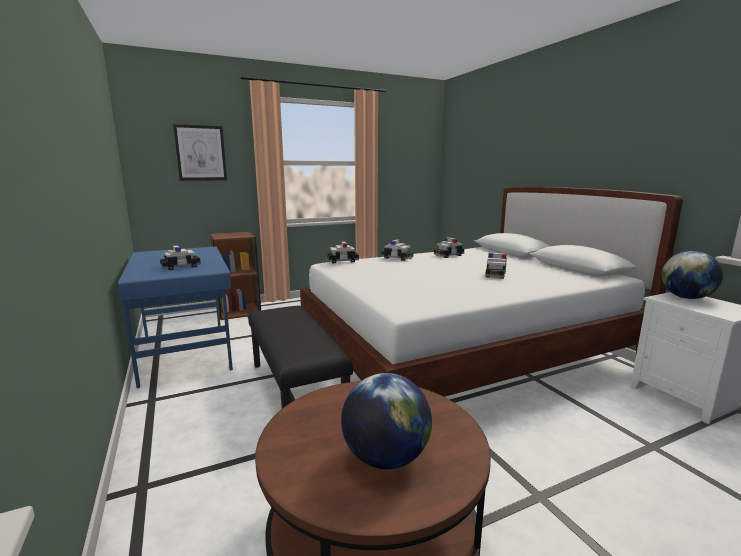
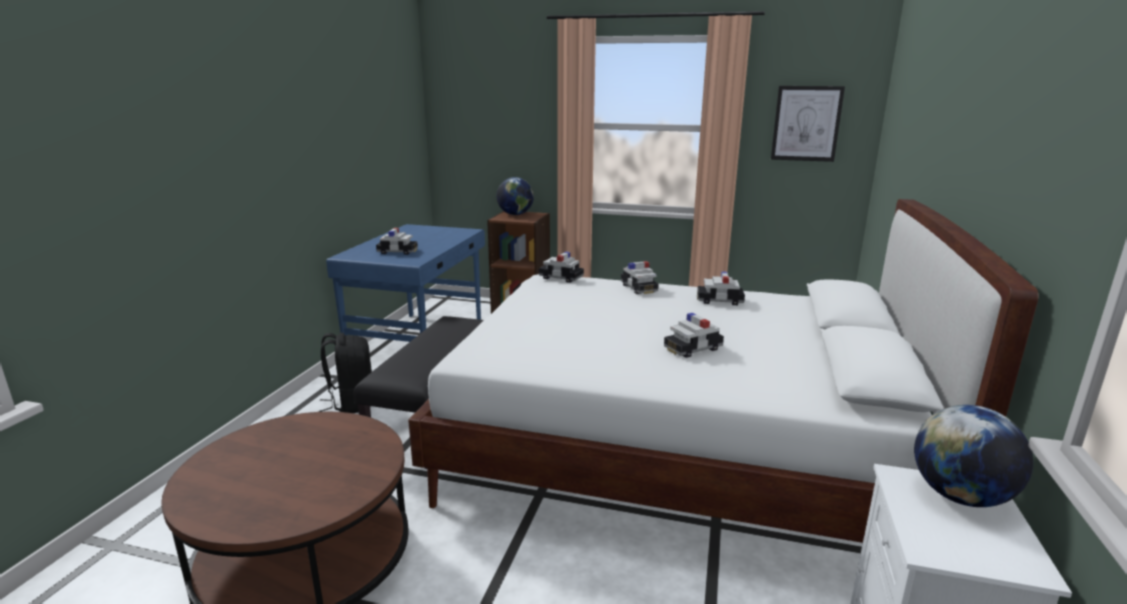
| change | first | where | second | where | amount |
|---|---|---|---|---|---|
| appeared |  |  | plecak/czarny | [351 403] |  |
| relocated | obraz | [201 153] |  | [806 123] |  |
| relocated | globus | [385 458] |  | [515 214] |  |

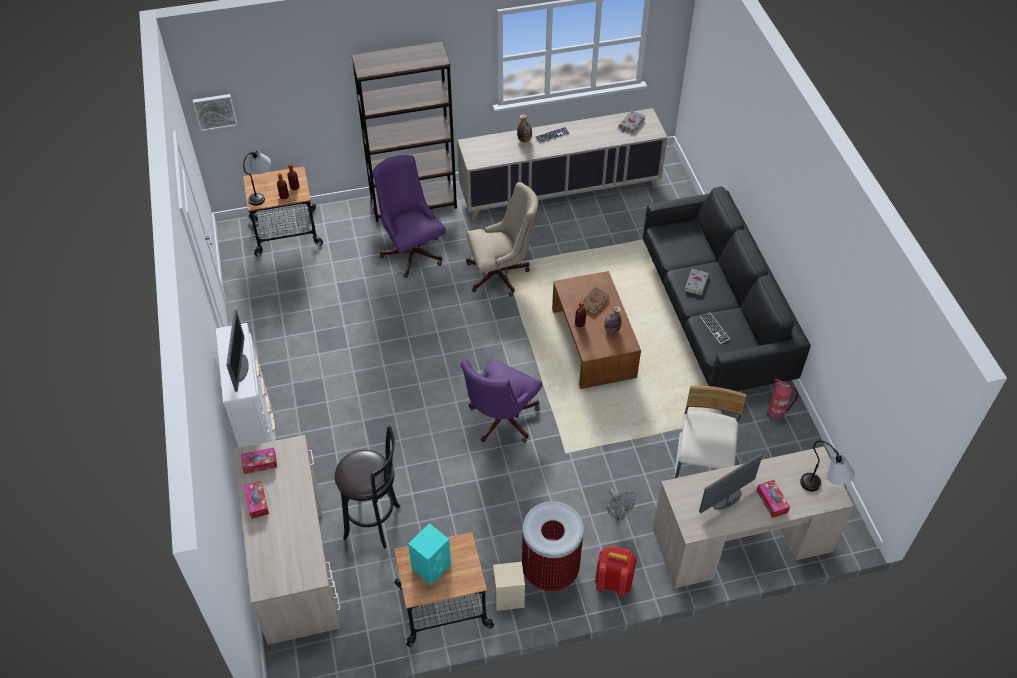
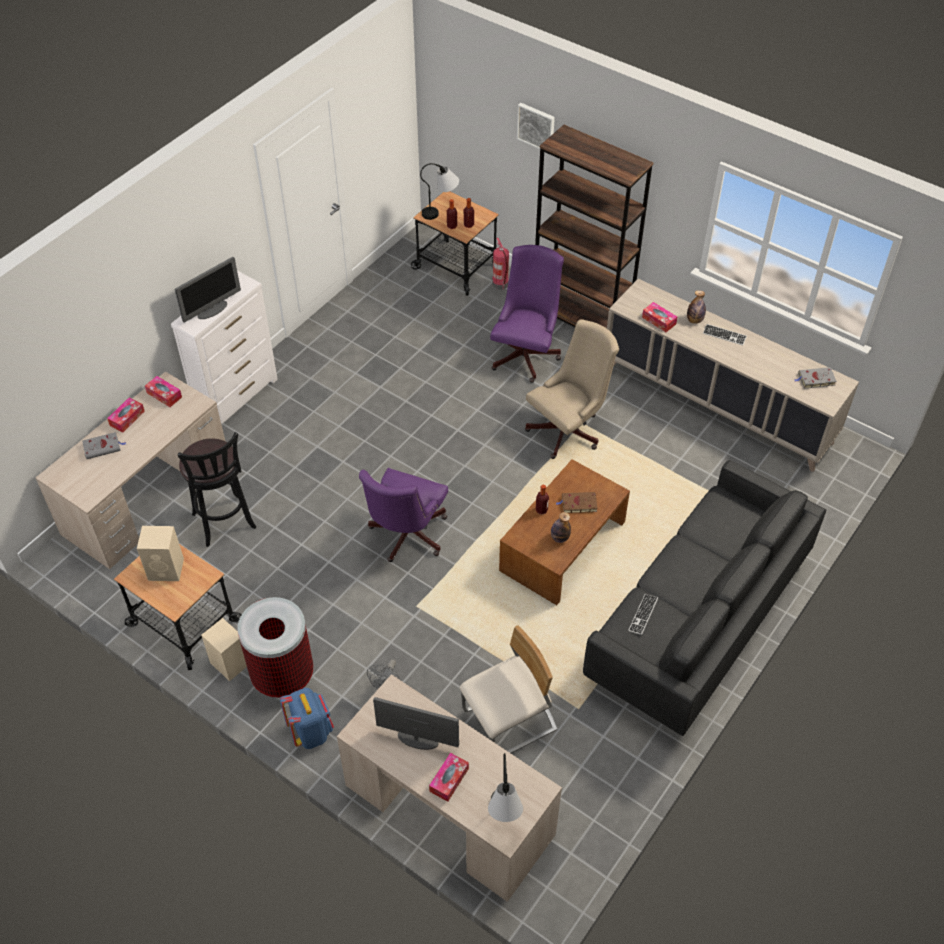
| change | first | where | second | where | amount |
|---|---|---|---|---|---|
| appeared |  |  | pudełko chusteczek | [659 320] |  |
| relocated | obraz | [215 111] |  | [536 127] |  |
| relocated | książka/szary | [696 283] |  | [103 447] |  |
| relocated | gaśnica | [776 414] |  | [501 284] |  |
| colour | głośnik/turkusowy | [432 566] | głośnik/beżowy | [167 569] |  |
| colour | plecak/czerwony | [613 582] | plecak/niebieski | [311 731] |  |
| spun | krzesło biurowe/fioletowy | [500 421] |  | [405 536] | 60 degrees counterclockwise |
| spun | krzesło biurowe/beżowy | [501 274] |  | [569 429] | 75 degrees counterclockwise |

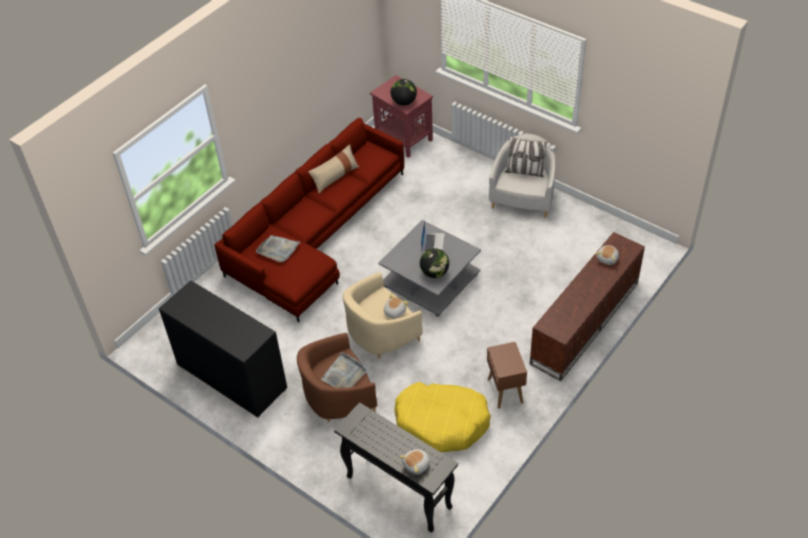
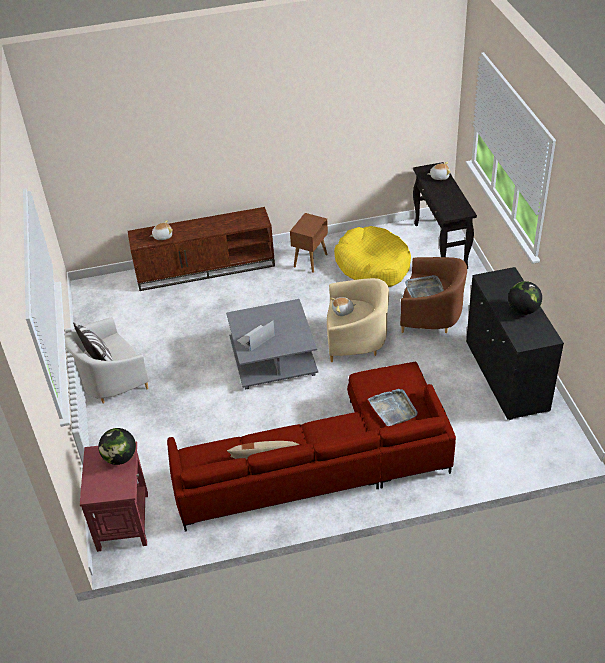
| change | first | where | second | where | amount |
|---|---|---|---|---|---|
| relocated | globus | [434 273] |  | [523 310] |  |

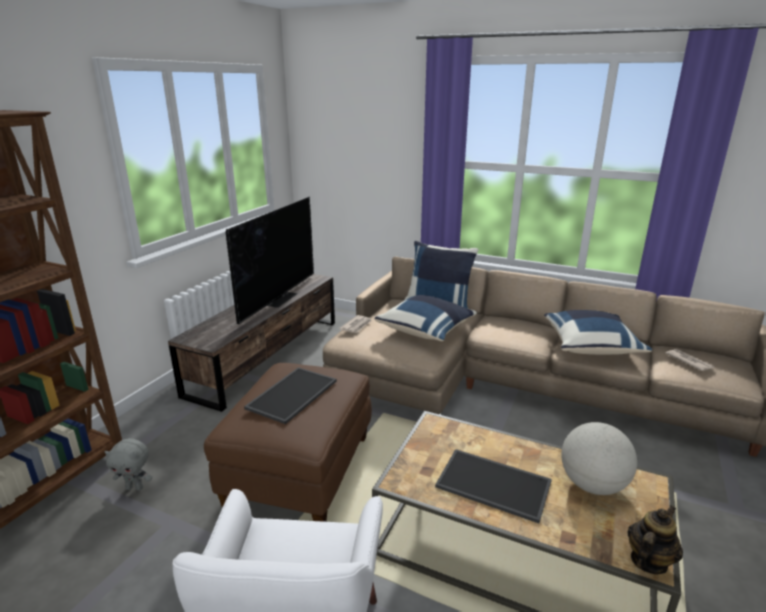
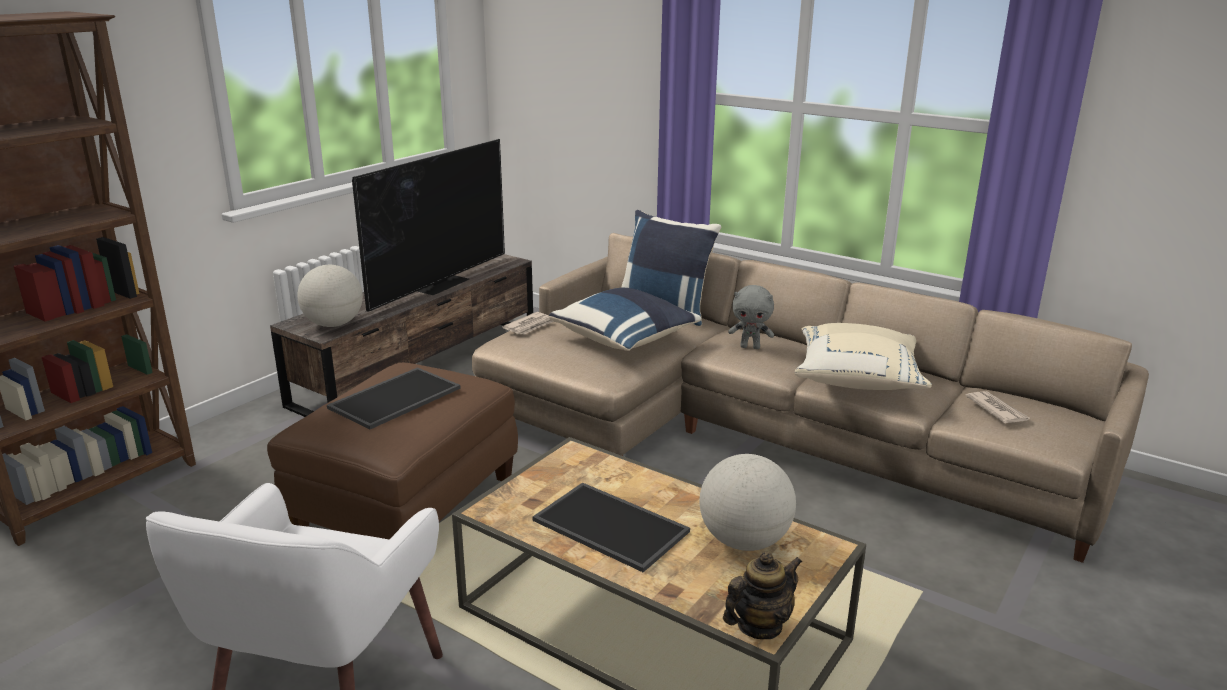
| change | first | where | second | where | amount |
|---|---|---|---|---|---|
| appeared |  |  | globus | [333 324] |  |
| relocated | pluszak/szary | [135 487] |  | [750 347] |  |
| colour | poduszka/niebieski | [590 346] | poduszka/beżowy | [857 379] |  |

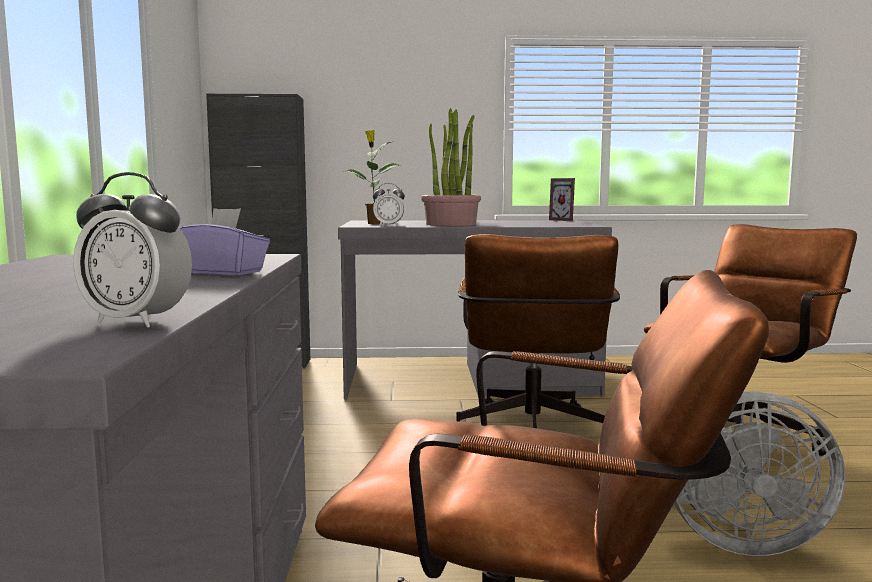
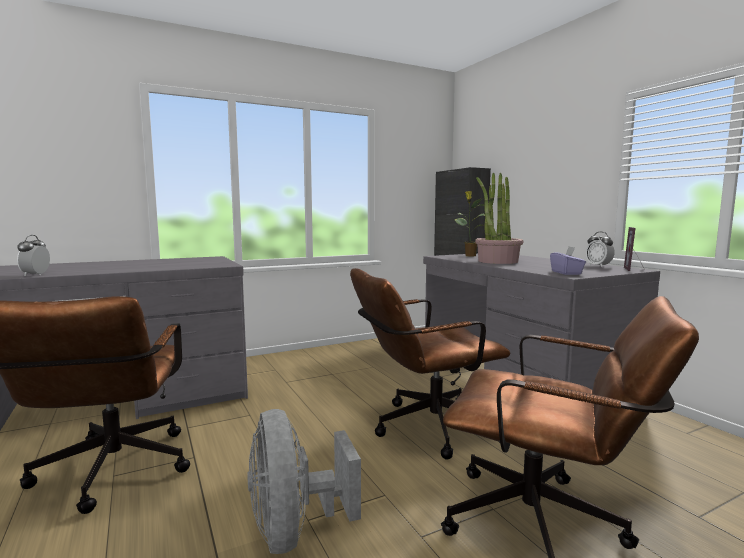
| change | first | where | second | where | amount |
|---|---|---|---|---|---|
| relocated | pudełko chusteczek/fioletowy | [224 272] |  | [566 273] |  |
| relocated | budzik | [388 226] |  | [598 266] |  |

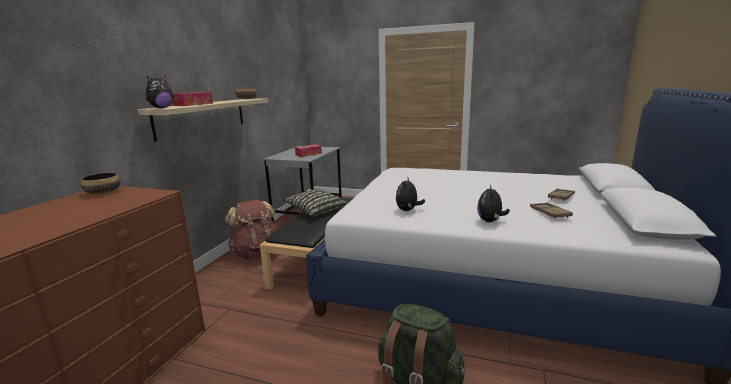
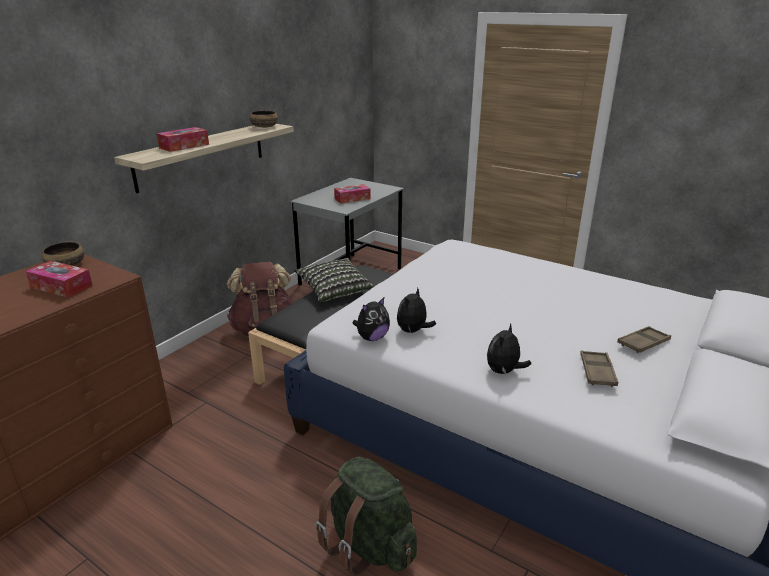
| change | first | where | second | where | amount |
|---|---|---|---|---|---|
| appeared |  |  | pudełko chusteczek | [61 286] |  |
| relocated | pluszak | [161 108] |  | [372 338] |  |

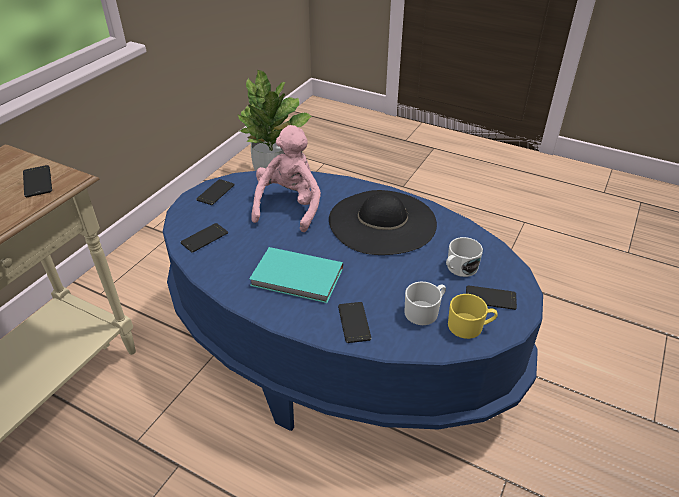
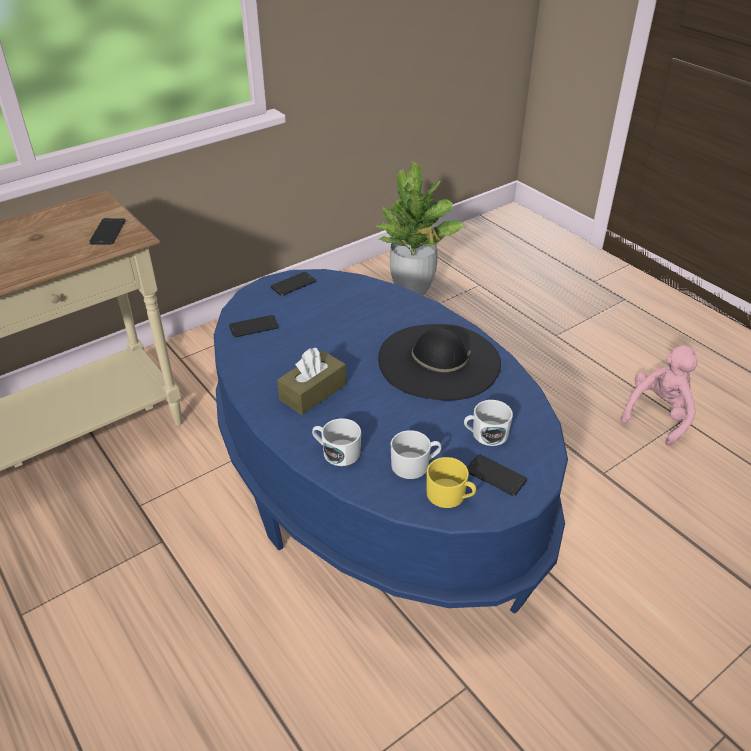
| change | first | where | second | where | amount |
|---|---|---|---|---|---|
| relocated | pluszak/różowy | [289 206] |  | [658 415] |  |
| exchanged | książka/turkusowy | [297 278] | pudełko chusteczek/brązowy | [313 392] |  |
| exchanged | telefon | [354 322] | kubek/biały | [337 452] |  |

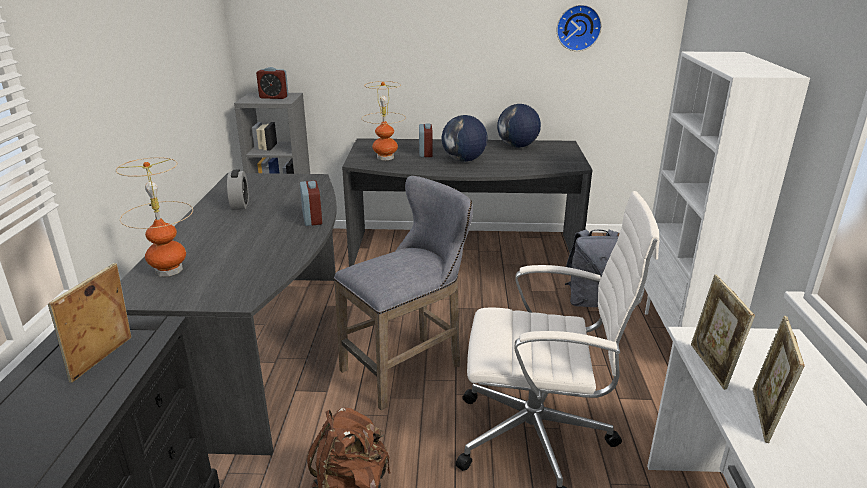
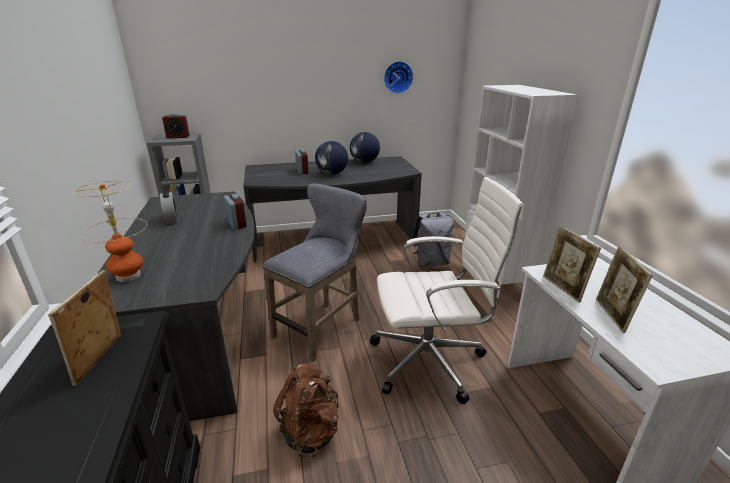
| change | first | where | second | where | amount |
|---|---|---|---|---|---|
| missing | lampa stołowa | [385 157] |  |  |  |

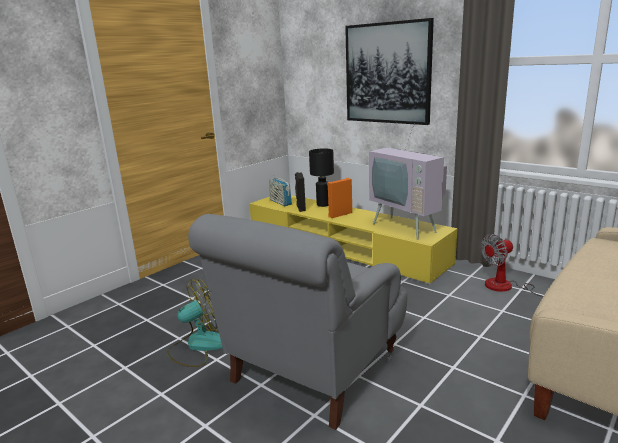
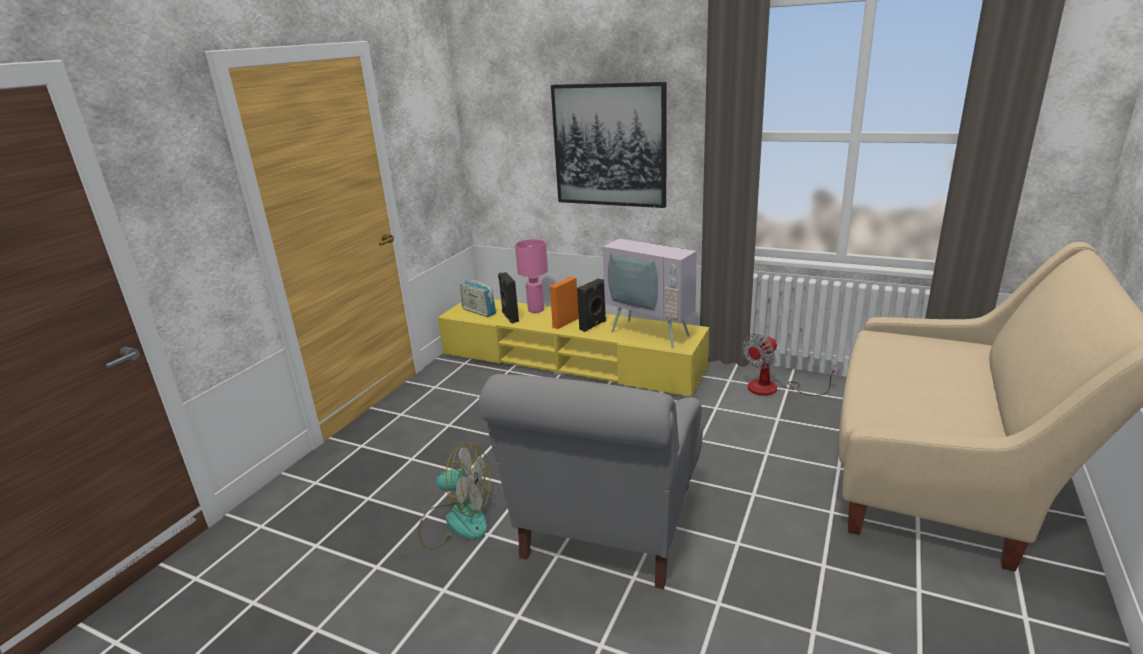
| change | first | where | second | where | amount |
|---|---|---|---|---|---|
| appeared |  |  | głośnik/czarny | [593 325] |  |
| colour | lampa stołowa/czarny | [323 204] | lampa stołowa/różowy | [536 309] |  |
| spun | wentylator | [198 346] |  | [456 521] | 60 degrees clockwise |

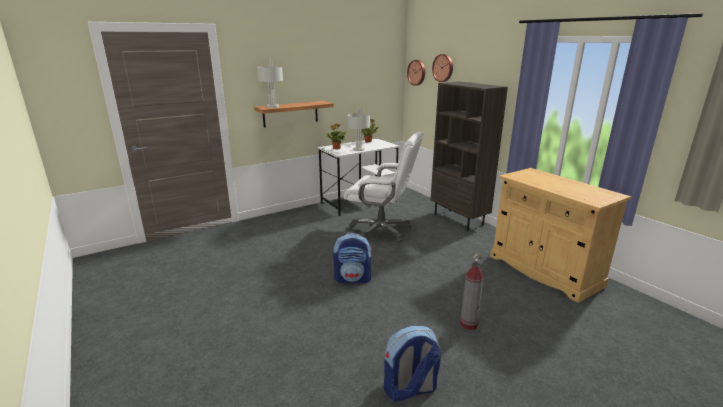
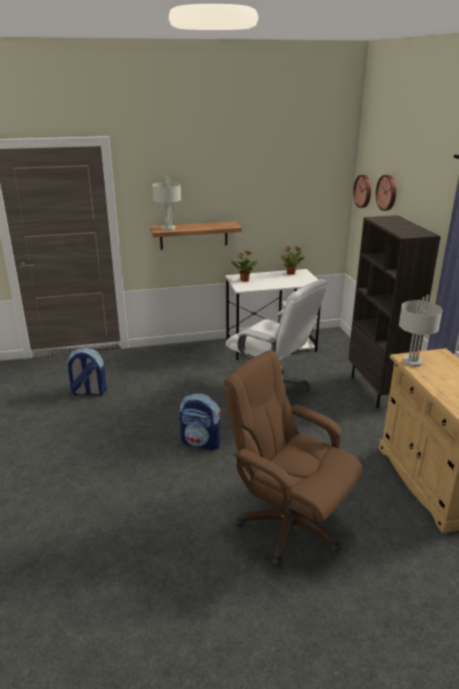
| change | first | where | second | where | amount |
|---|---|---|---|---|---|
| relocated | lampa stołowa/szary | [358 149] |  | [412 362] |  |
| relocated | plecak | [410 390] |  | [88 392] |  |
| exchanged | gaśnica | [468 324] | krzesło biurowe/brązowy | [288 525] |  |

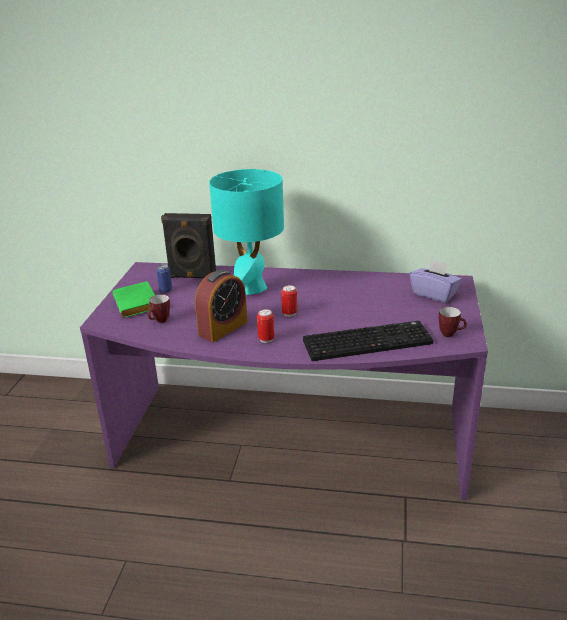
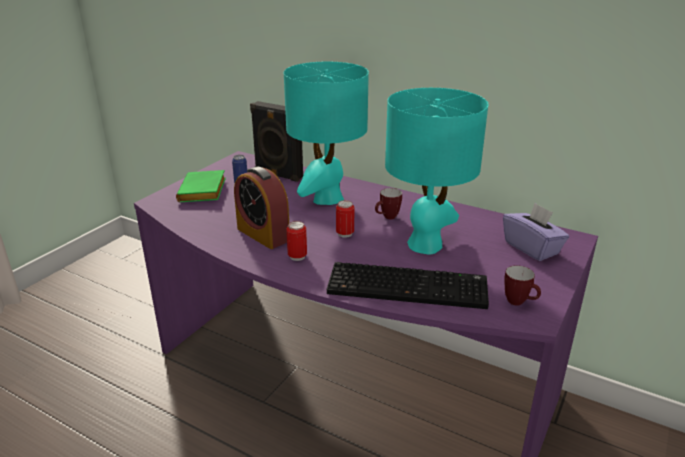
| change | first | where | second | where | amount |
|---|---|---|---|---|---|
| appeared |  |  | lampa stołowa/turkusowy | [426 244] |  |
| relocated | kubek | [160 321] |  | [387 218] |  |
| spun | budzik | [223 328] |  | [263 234] | 75 degrees clockwise |

